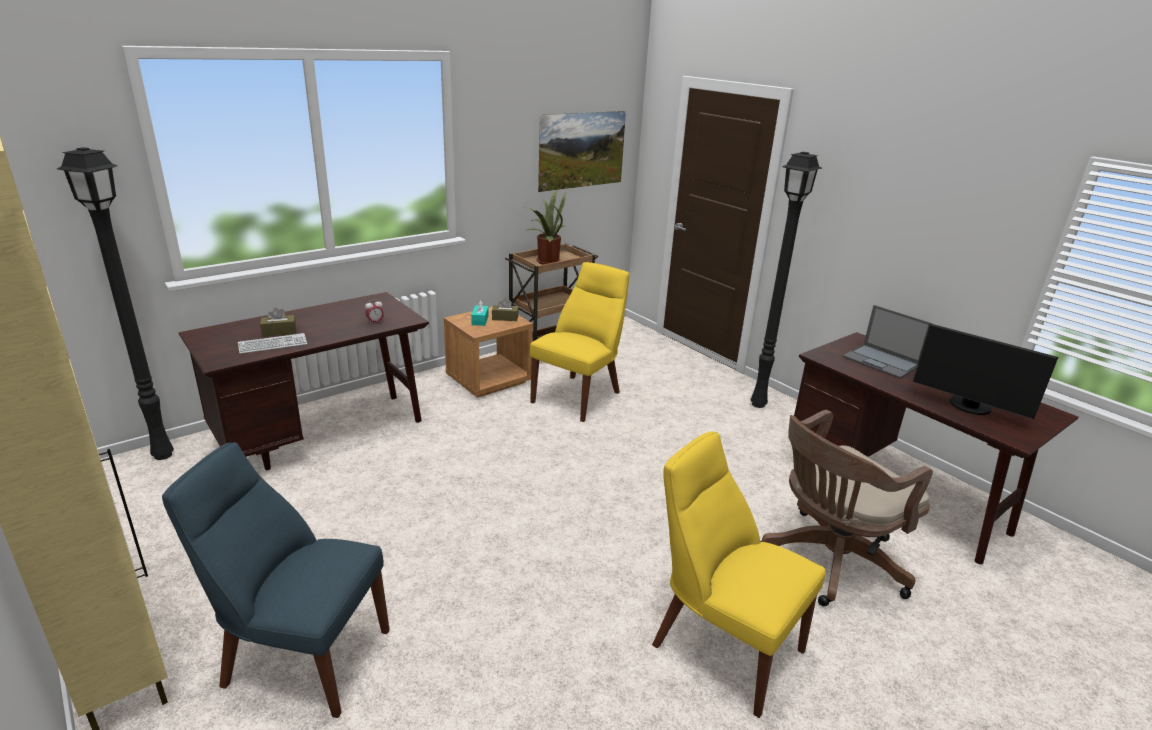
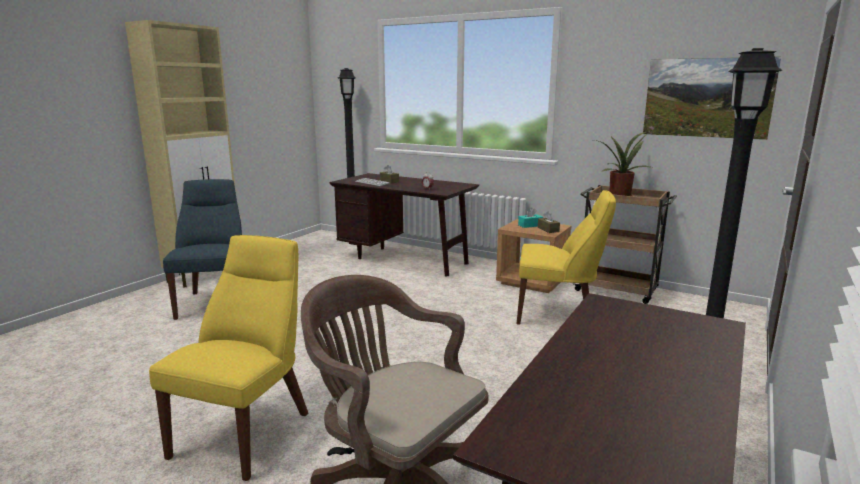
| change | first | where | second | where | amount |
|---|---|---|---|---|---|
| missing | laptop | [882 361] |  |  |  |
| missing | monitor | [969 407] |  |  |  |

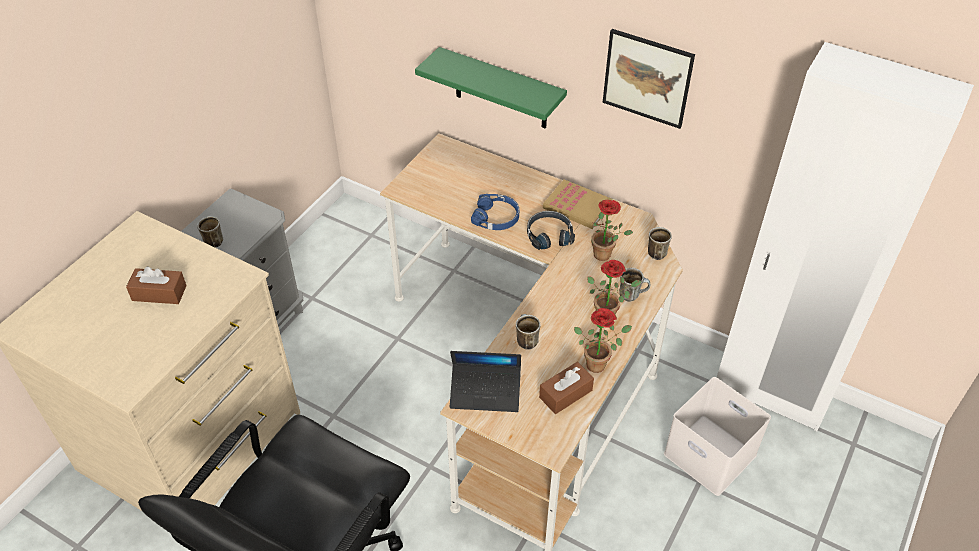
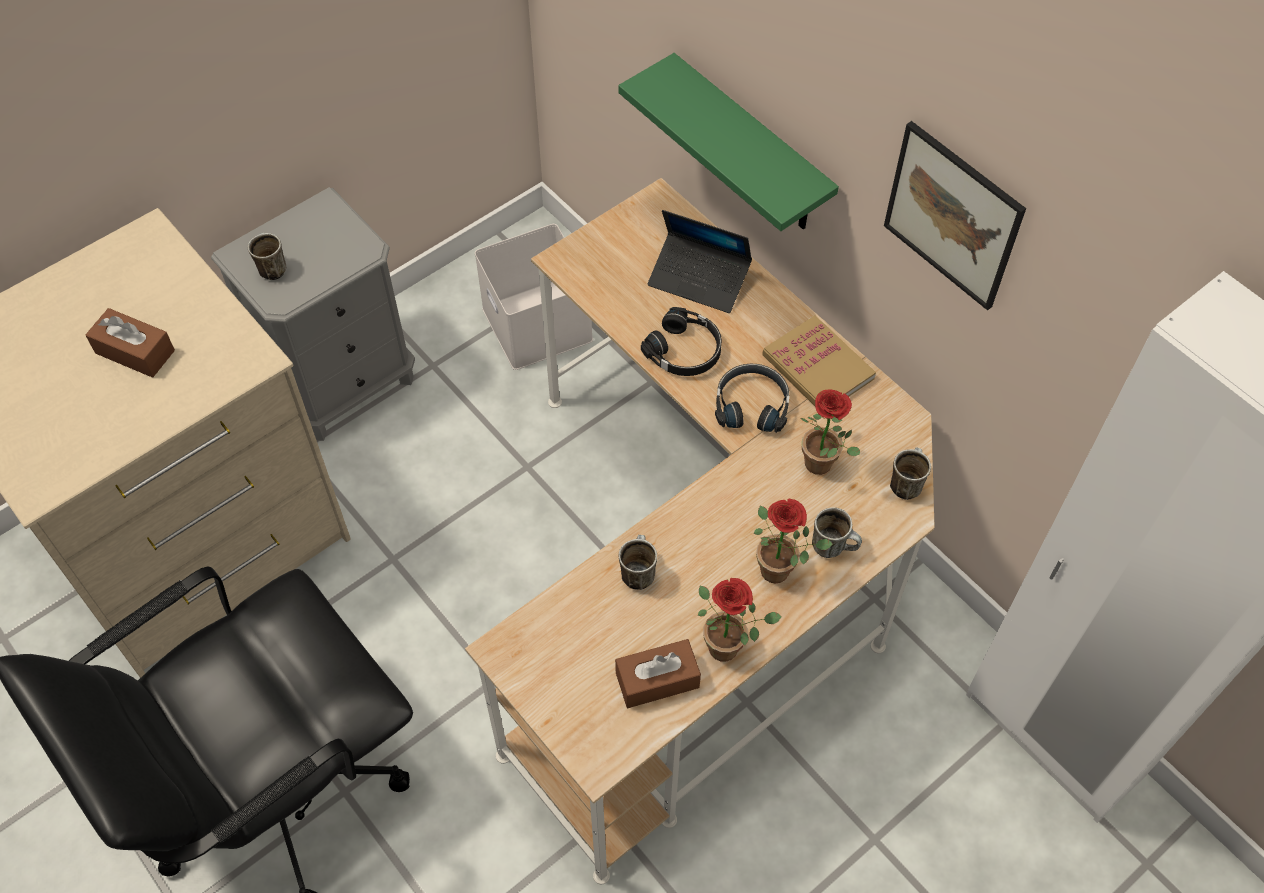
| change | first | where | second | where | amount |
|---|---|---|---|---|---|
| relocated | laptop | [485 392] |  | [699 279] |  |
| relocated | pojemnik do przechowywania/biały | [712 454] |  | [540 325] |  |
| colour | słuchawki/niebieski | [496 217] | słuchawki/czarny | [685 351] |  |

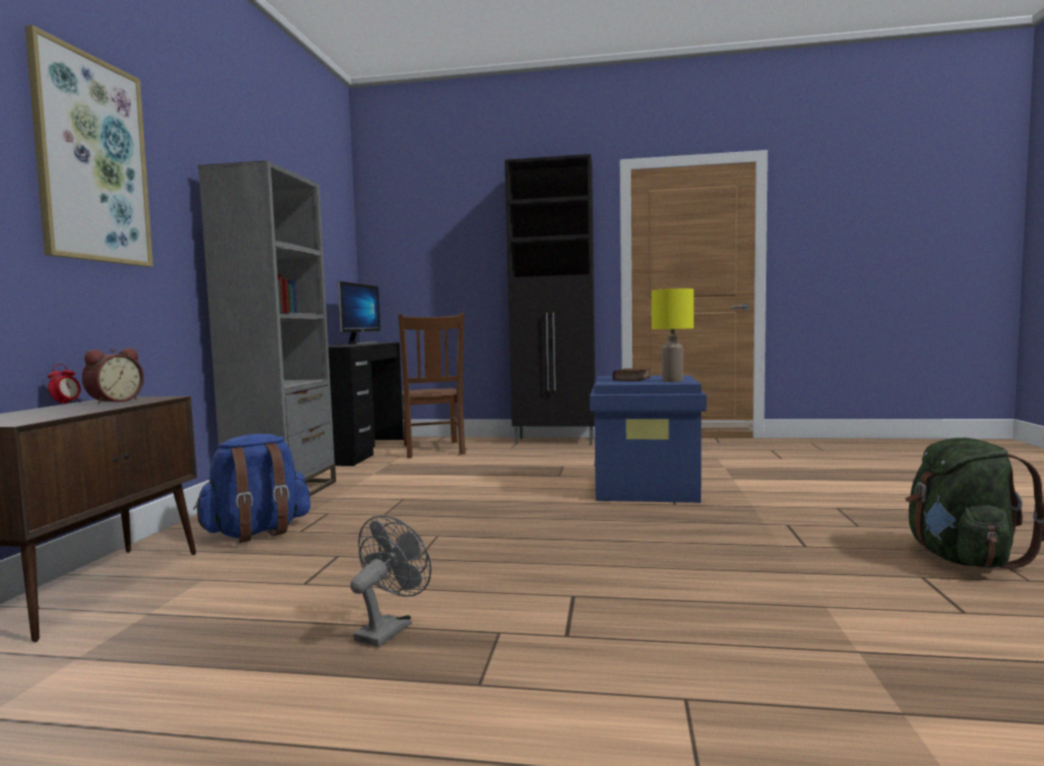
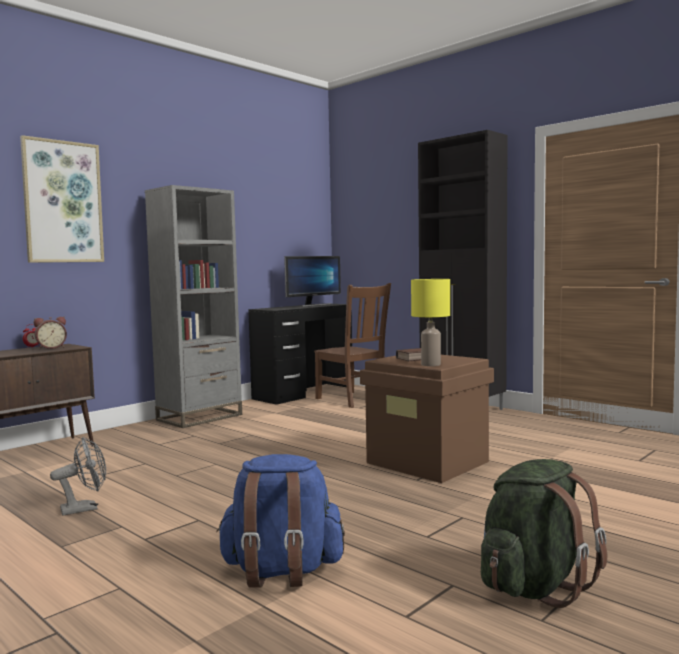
| change | first | where | second | where | amount |
|---|---|---|---|---|---|
| relocated | plecak/niebieski | [257 532] |  | [281 571] |  |
| colour | pojemnik do przechowywania/niebieski | [646 489] | pojemnik do przechowywania/brązowy | [428 462] |  |
| spun | krzesło/brązowy | [433 450] |  | [353 400] | 60 degrees counterclockwise |

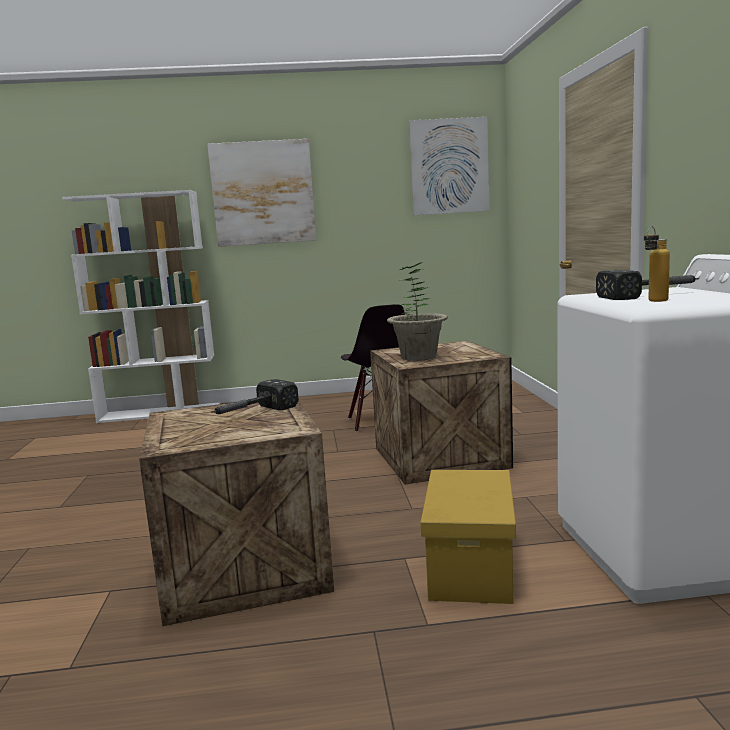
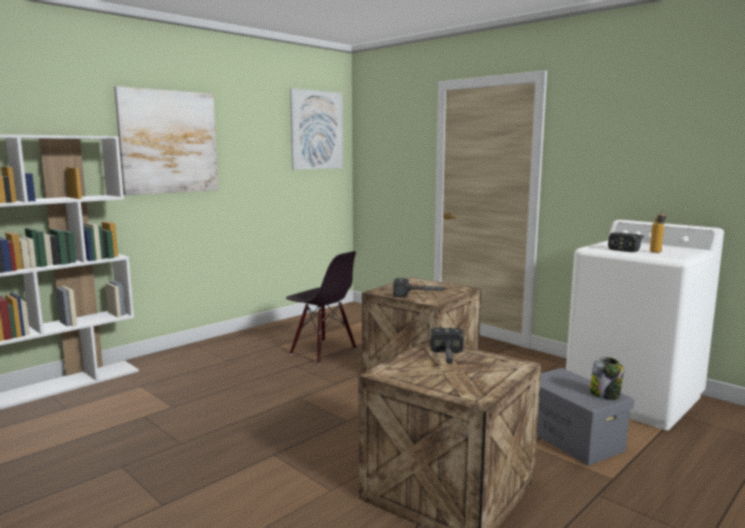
| change | first | where | second | where | amount |
|---|---|---|---|---|---|
| appeared |  |  | słoik | [605 395] |  |
| exchanged | roślina doniczkowa | [418 357] | młotek | [420 295] |  |
| colour | pojemnik do przechowywania/żółty | [471 568] | pojemnik do przechowywania/szary | [573 439] |  |

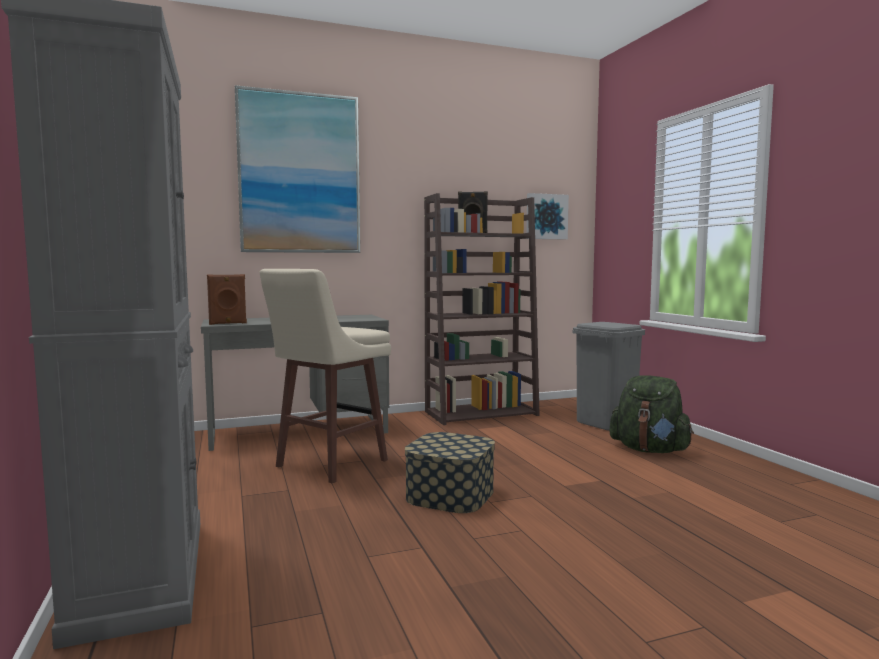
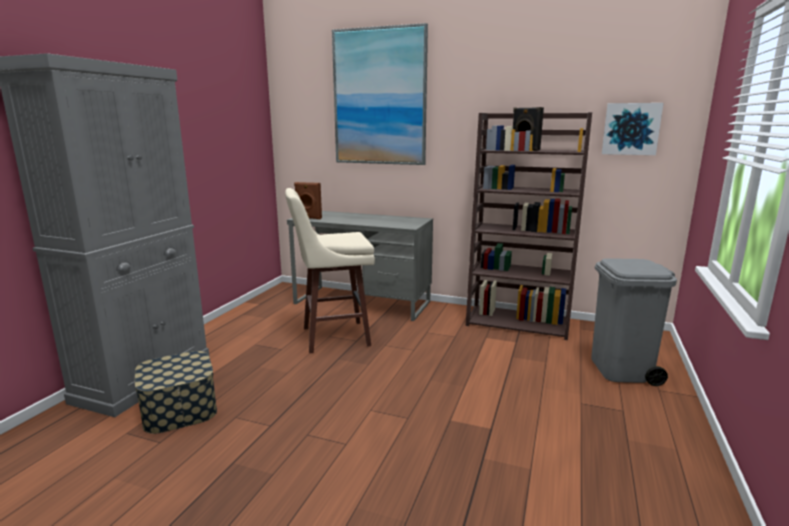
| change | first | where | second | where | amount |
|---|---|---|---|---|---|
| missing | plecak/zielony | [649 450] |  |  |  |
| relocated | pojemnik do przechowywania | [450 494] |  | [179 409] |  |

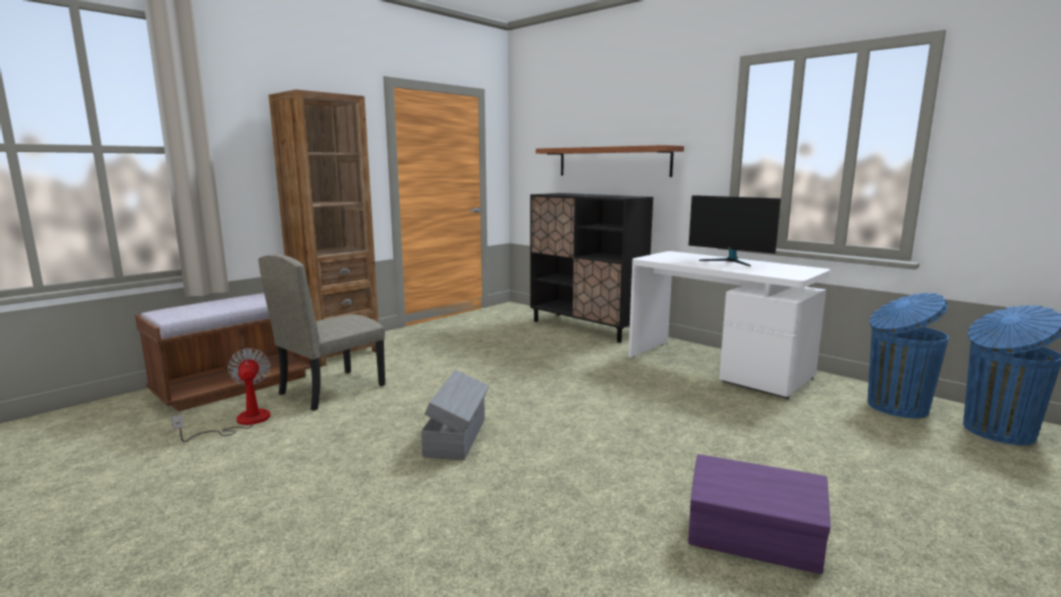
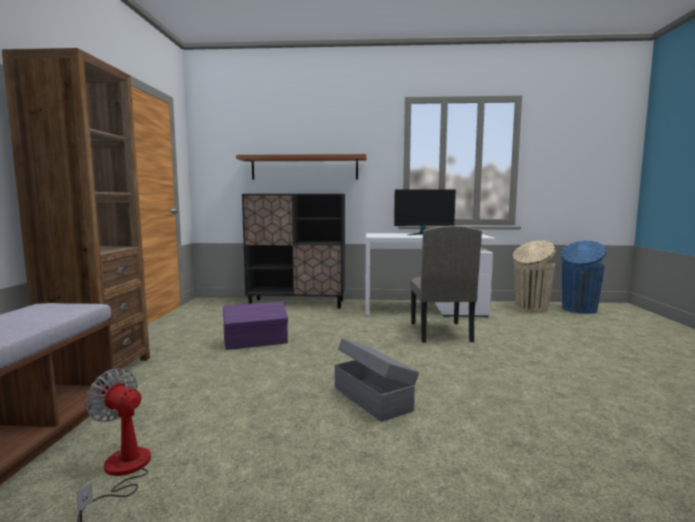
| change | first | where | second | where | amount |
|---|---|---|---|---|---|
| relocated | krzesło/beżowy | [332 389] |  | [440 332] |  |
| relocated | pojemnik do przechowywania/fioletowy | [754 543] |  | [256 342] |  |
| colour | kosz na śmieci/niebieski | [895 406] | kosz na śmieci/beżowy | [530 309] |  |

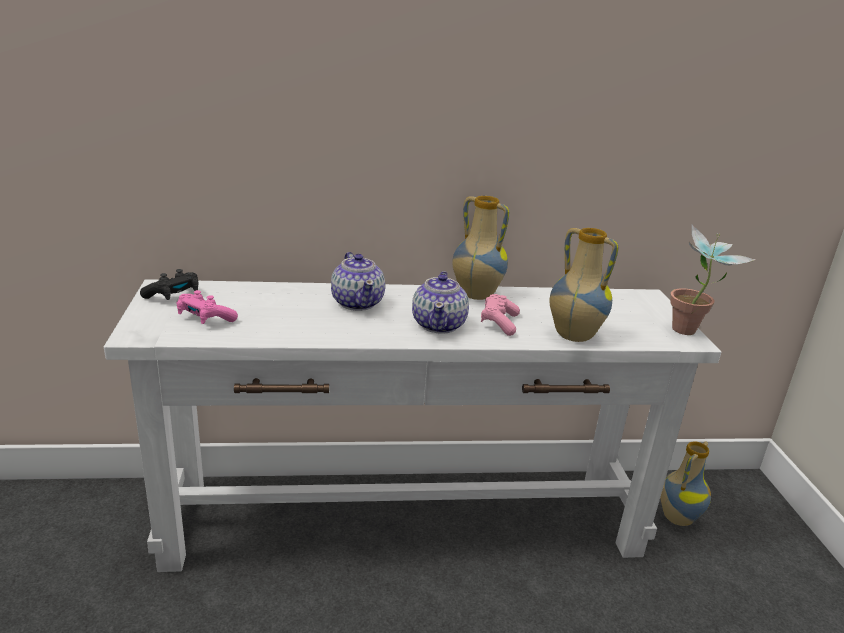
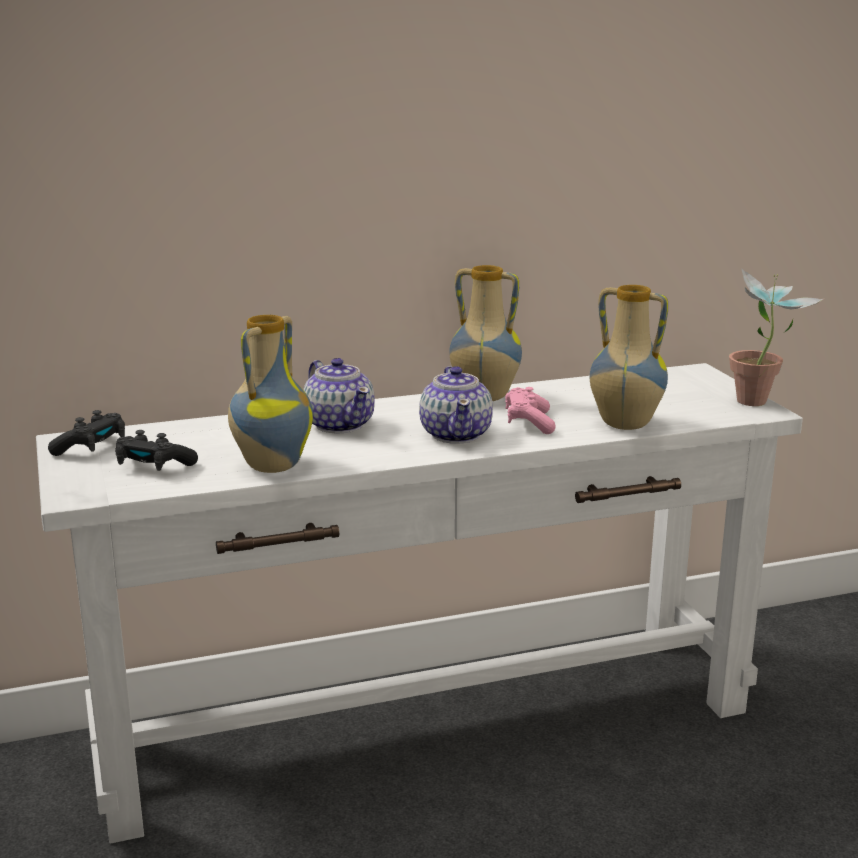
| change | first | where | second | where | amount |
|---|---|---|---|---|---|
| relocated | wazon | [676 517] |  | [271 465] |  |
| colour | pad do gier/różowy | [205 318] | pad do gier/czarny | [153 467] |  |

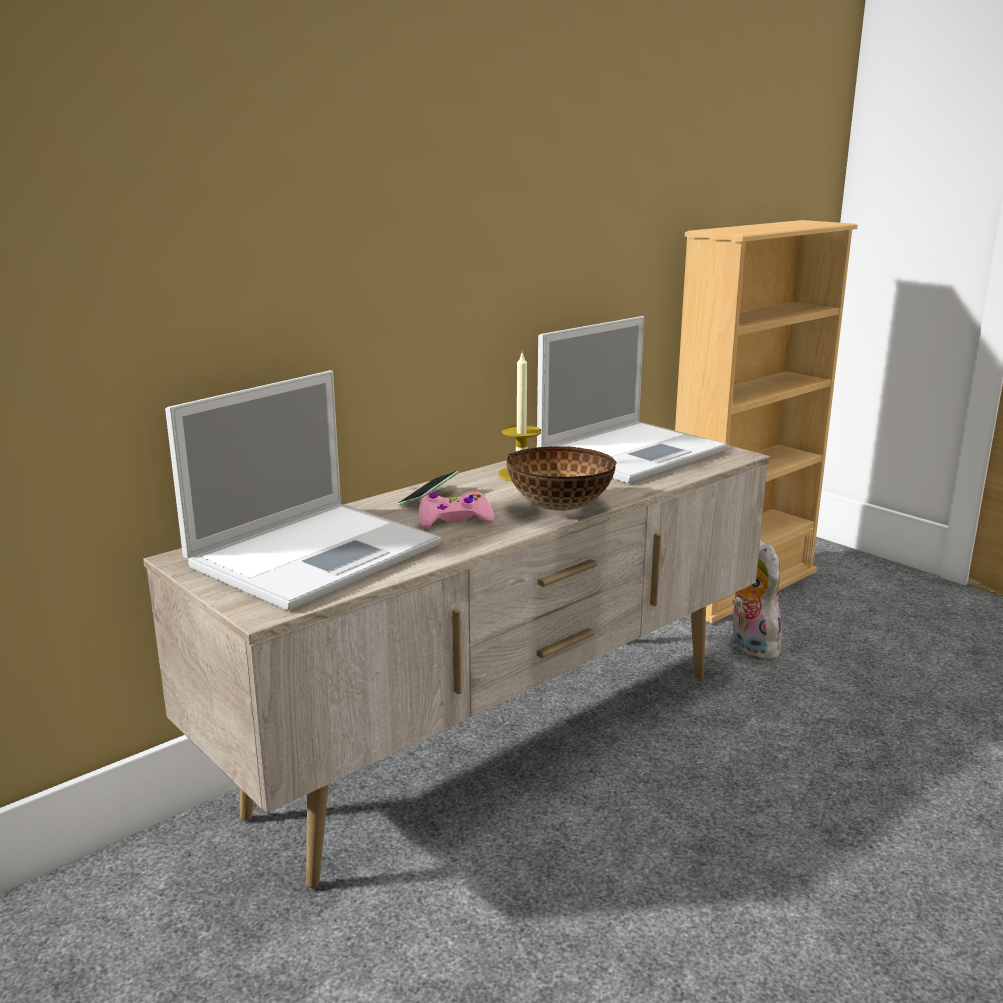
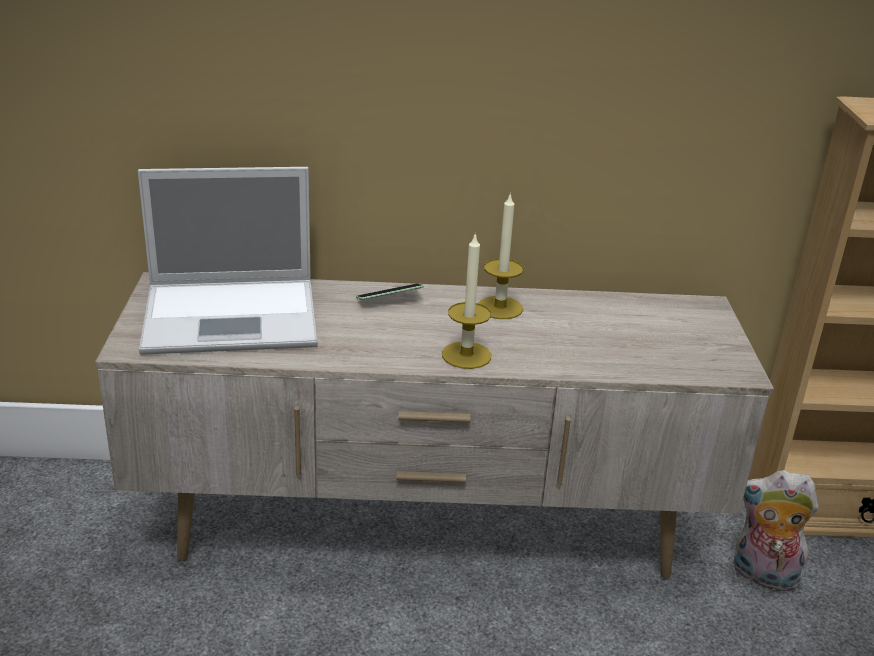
| change | first | where | second | where | amount |
|---|---|---|---|---|---|
| missing | pad do gier/różowy | [454 520] |  |  |  |
| missing | laptop | [633 452] |  |  |  |
| exchanged | miska | [561 507] | świeca | [466 355] |  |
| spun | pluszak | [749 646] |  | [762 576] | 90 degrees counterclockwise |

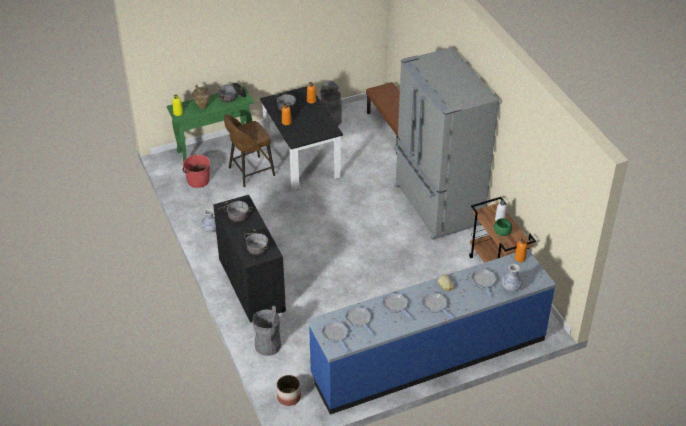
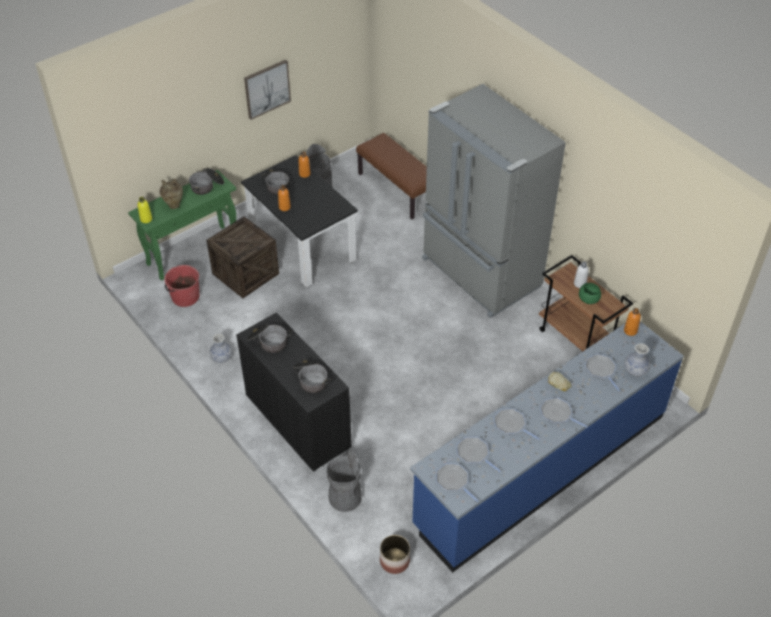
| change | first | where | second | where | amount |
|---|---|---|---|---|---|
| appeared |  |  | obraz | [267 89] |  |
| exchanged | stołek/brązowy | [250 172] | skrzynka | [245 273] |  |

